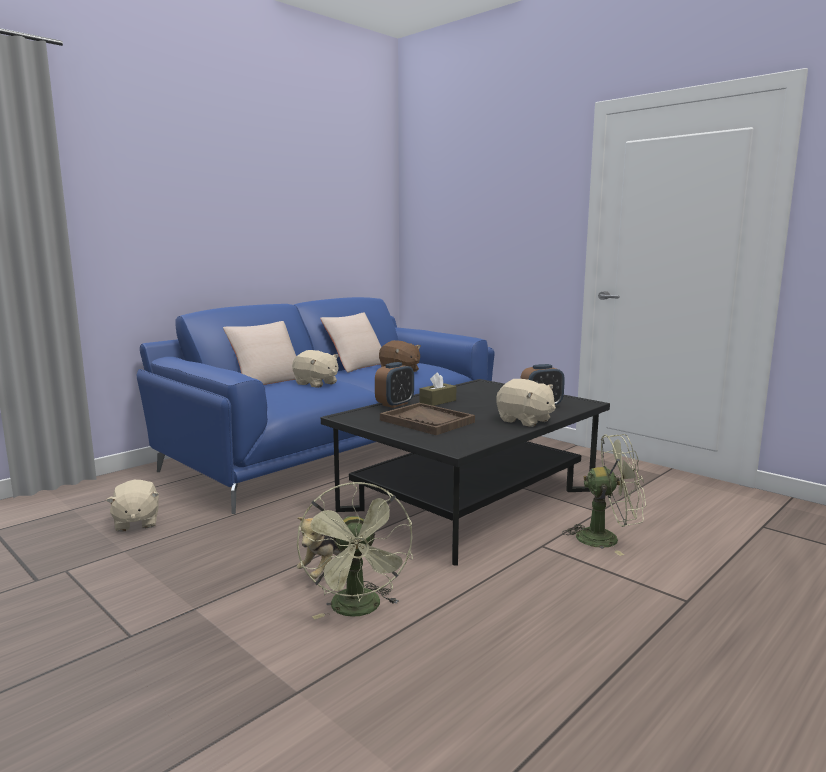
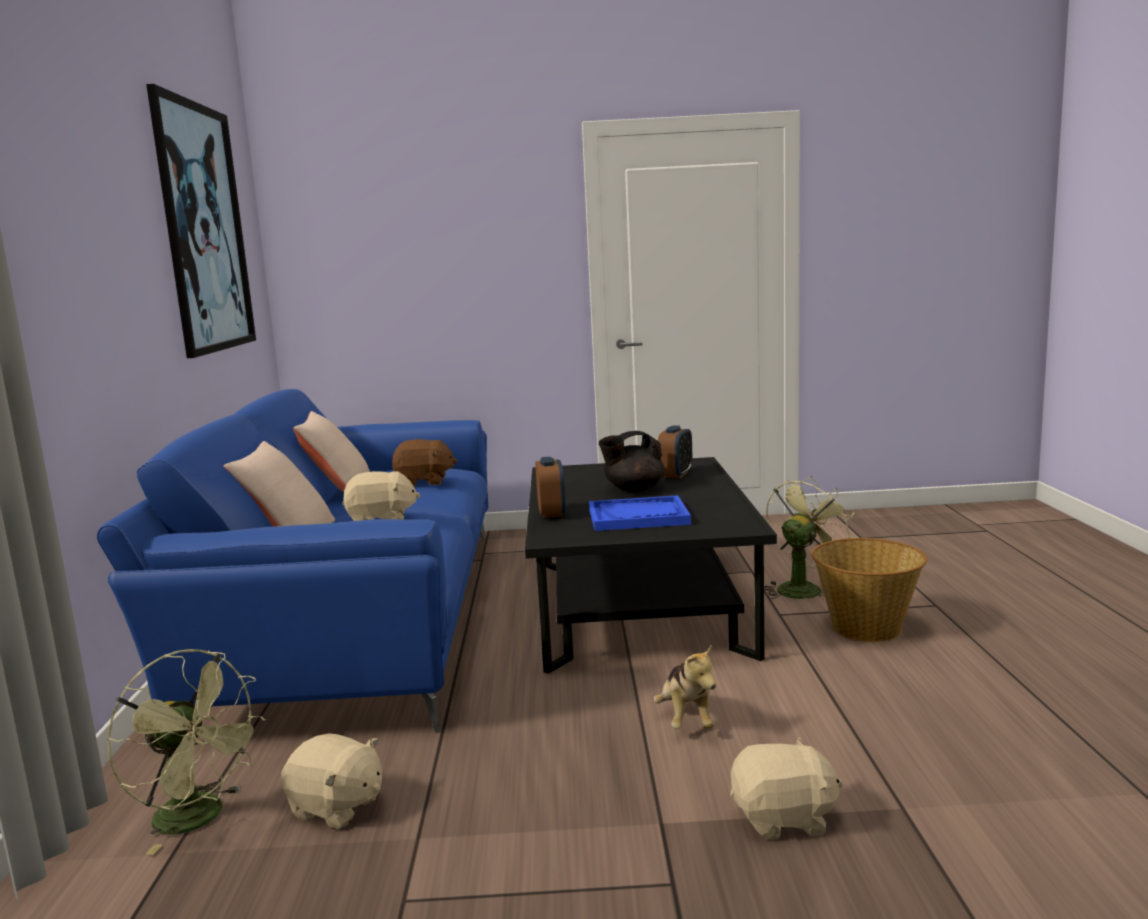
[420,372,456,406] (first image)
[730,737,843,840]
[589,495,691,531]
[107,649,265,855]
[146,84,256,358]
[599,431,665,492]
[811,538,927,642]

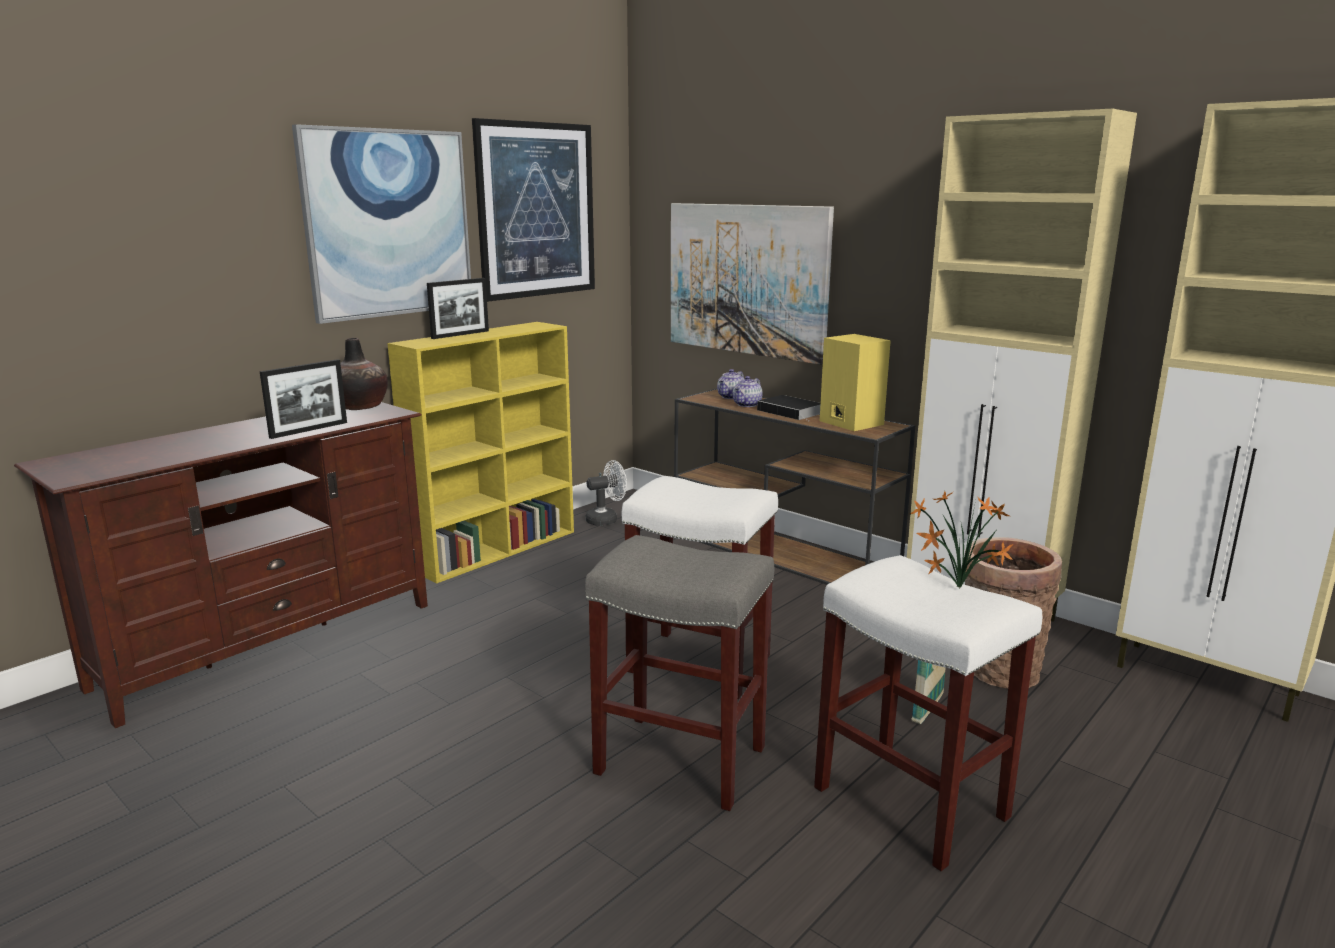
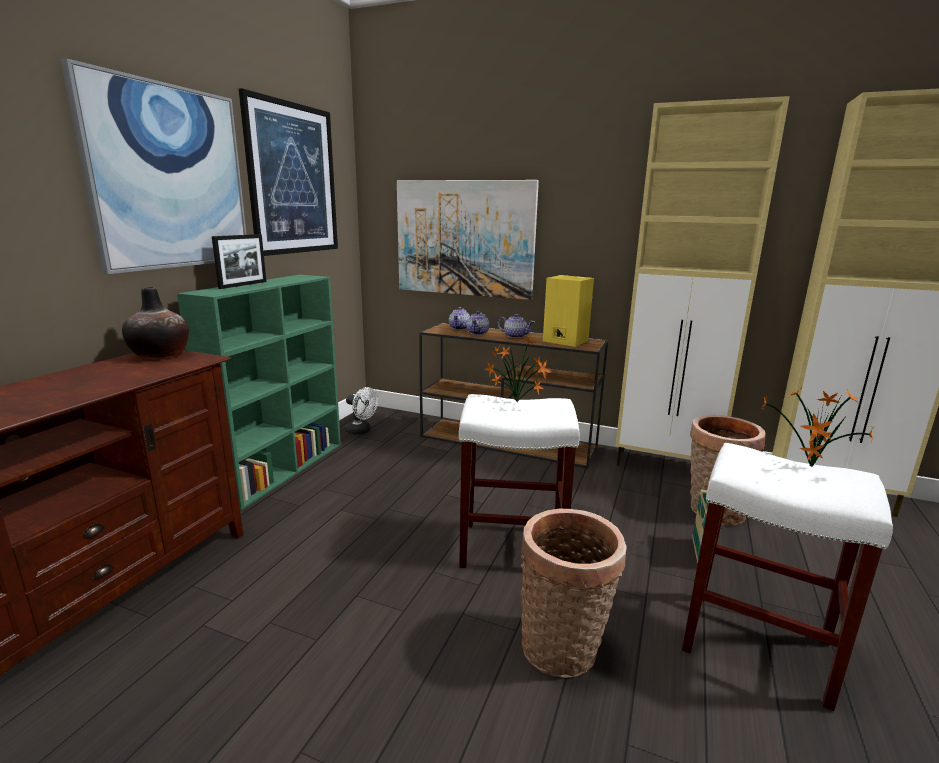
[177,275,341,510]
[260,359,347,439] (first image)
[498,314,534,338]
[345,387,378,435]
[521,509,627,678]
[484,337,551,402]

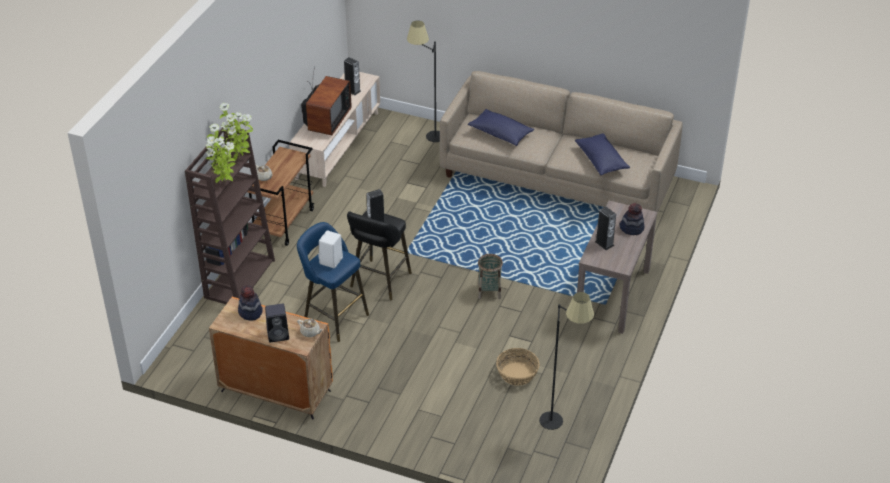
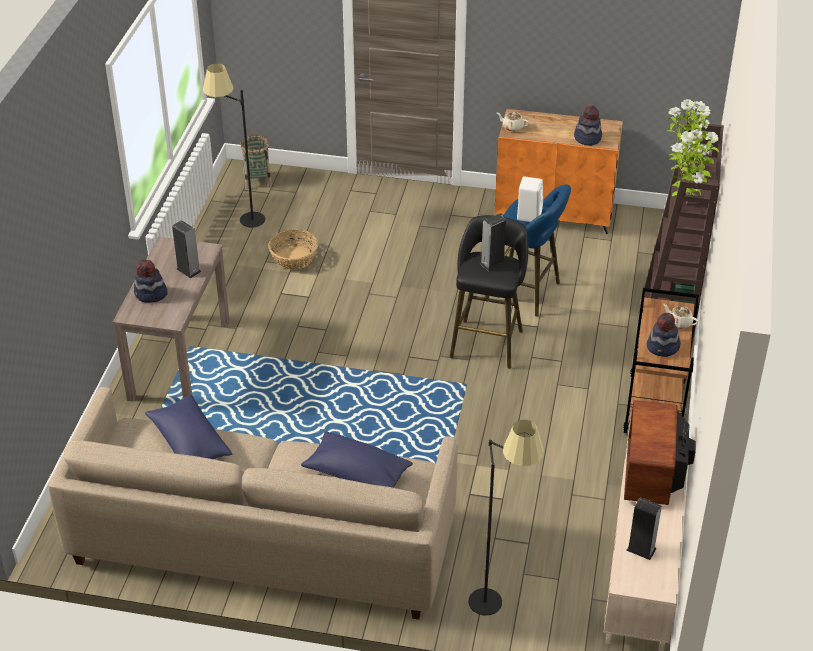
[240,135,272,189]
[265,304,289,342] (first image)
[647,313,681,357]

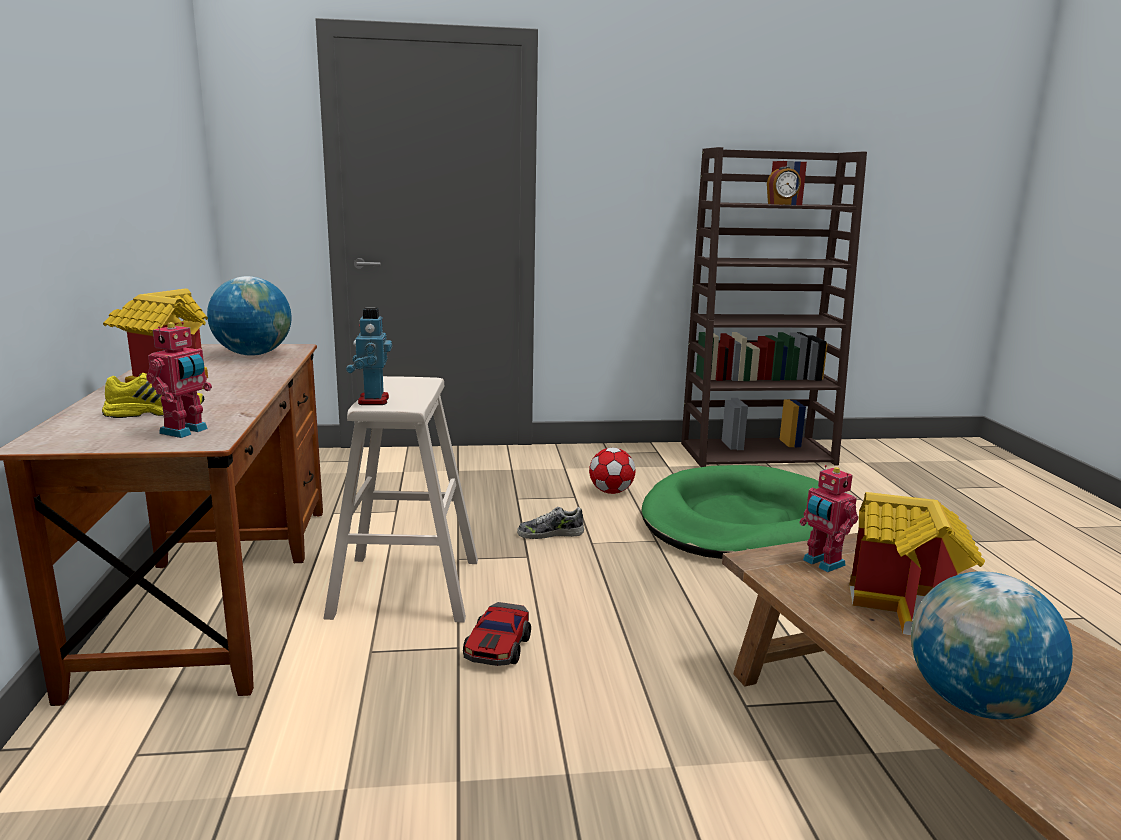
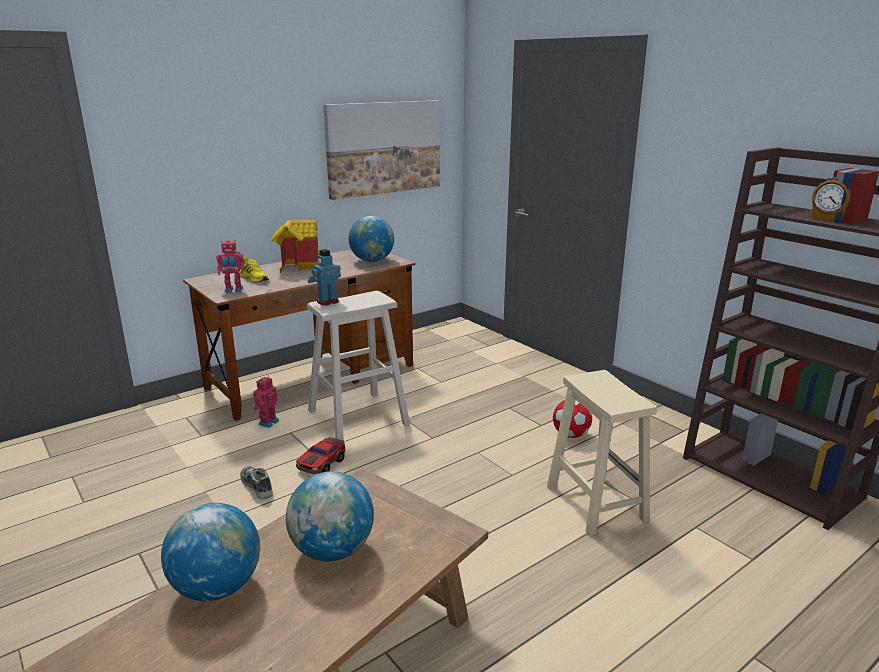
[547,370,657,536]
[253,376,279,428]
[286,471,374,561]
[240,467,273,499]
[296,437,345,474]
[323,100,440,200]

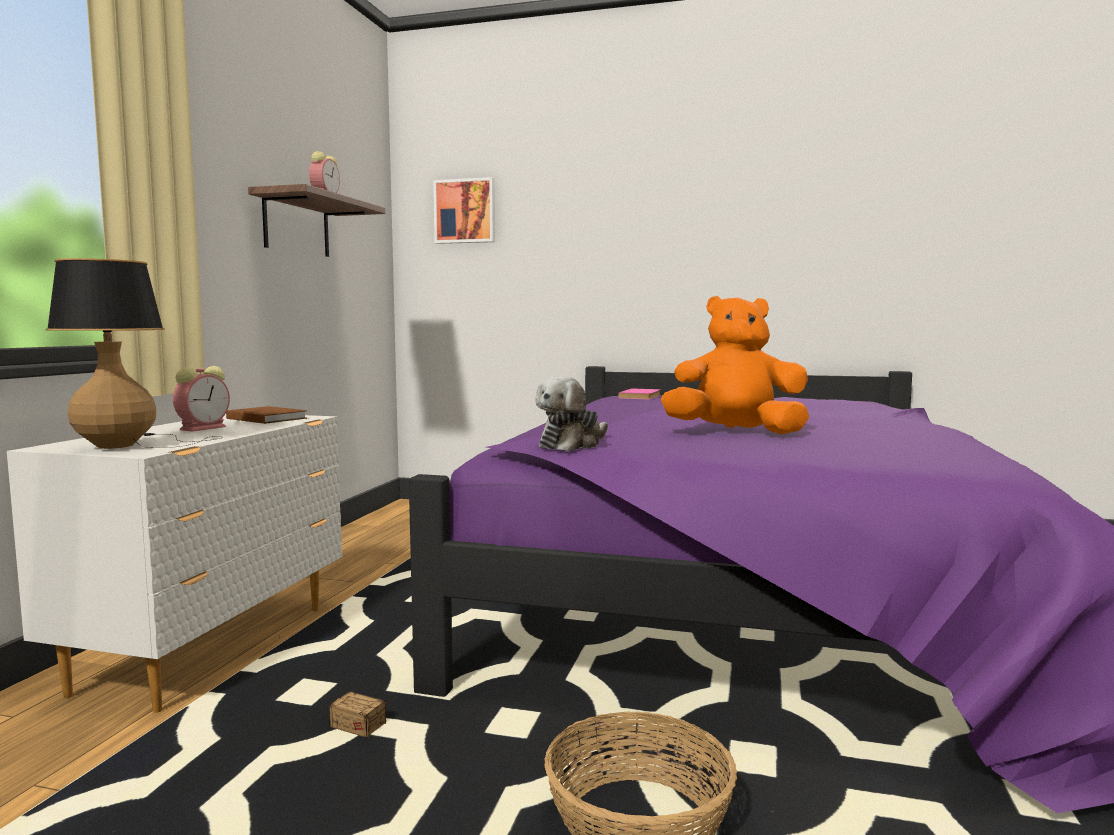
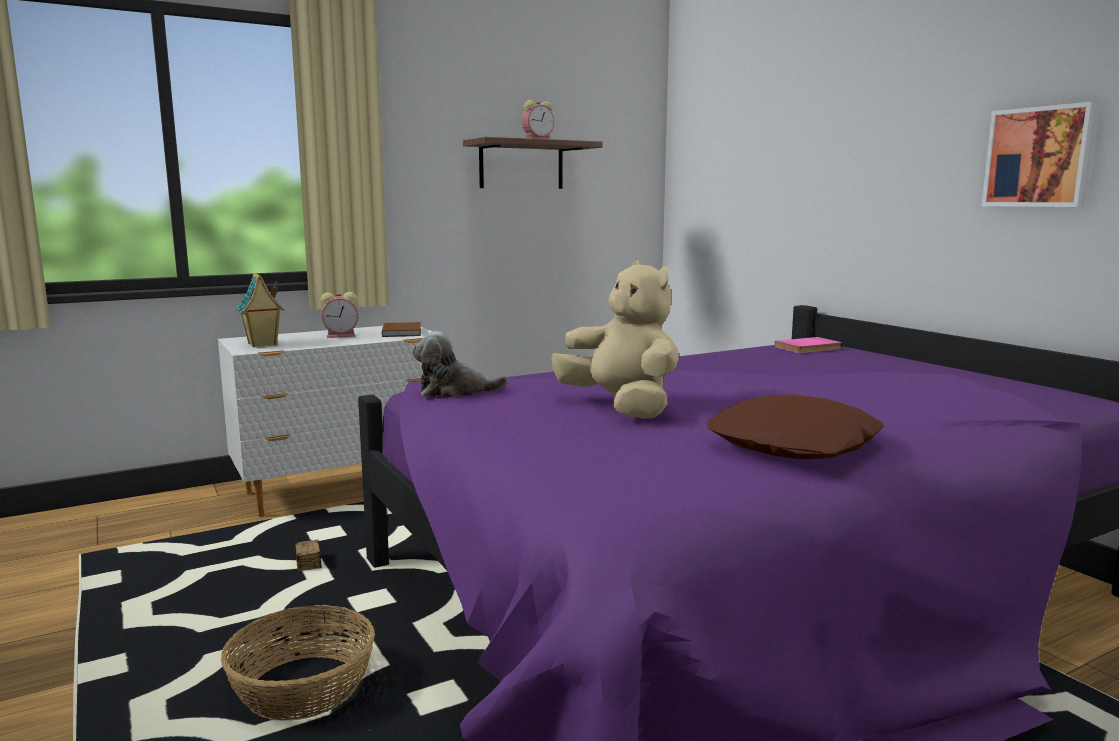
[981,102,1098,207]
[236,273,284,347]
[551,260,679,418]
[707,394,884,459]

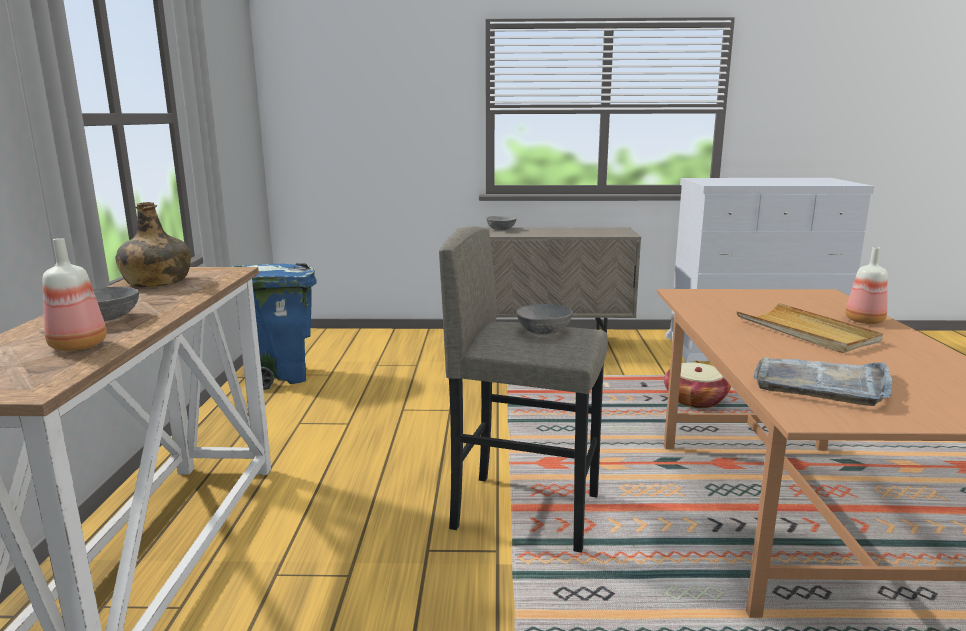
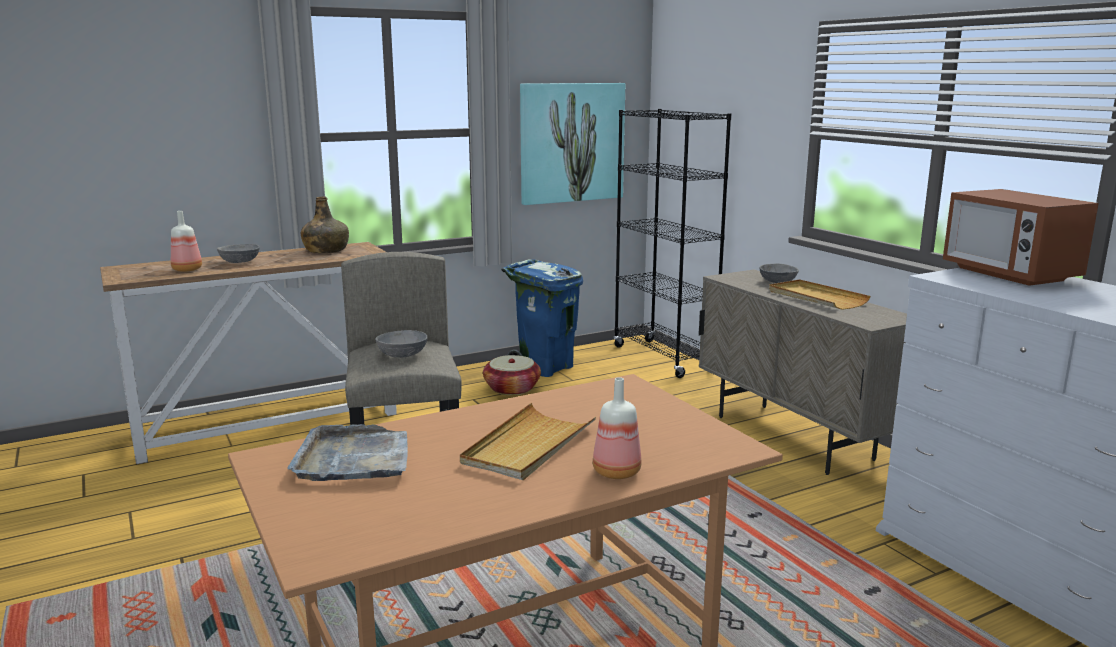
[483,355,541,395]
[520,83,625,205]
[613,109,731,378]
[943,189,1099,286]
[769,279,871,310]

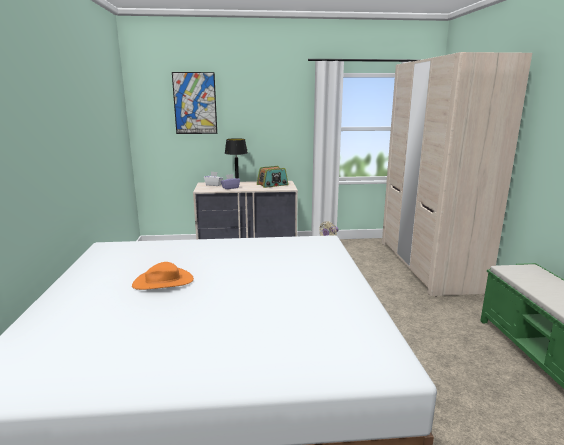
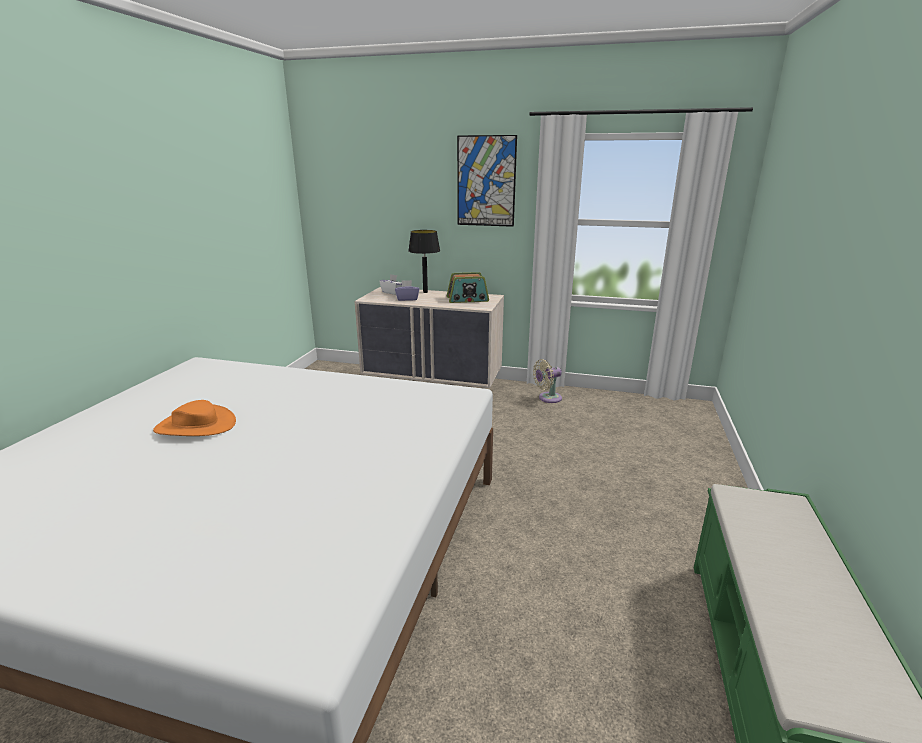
[382,52,532,297] (first image)
[457,135,517,227]

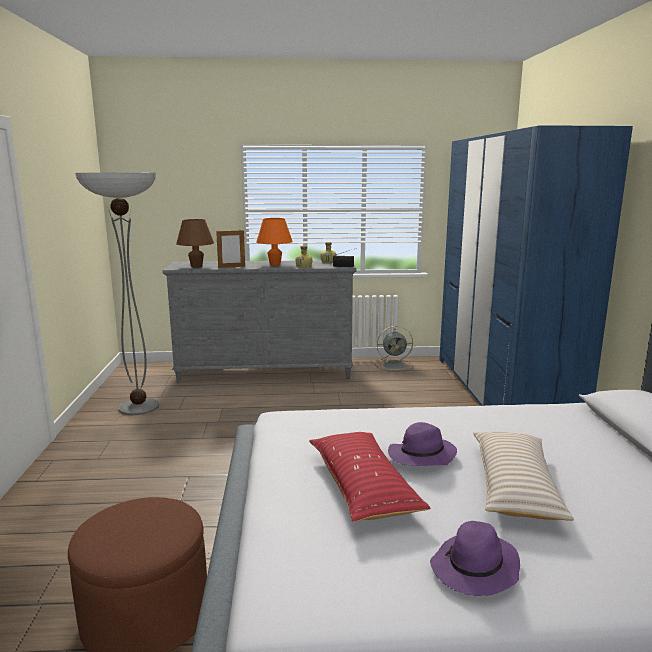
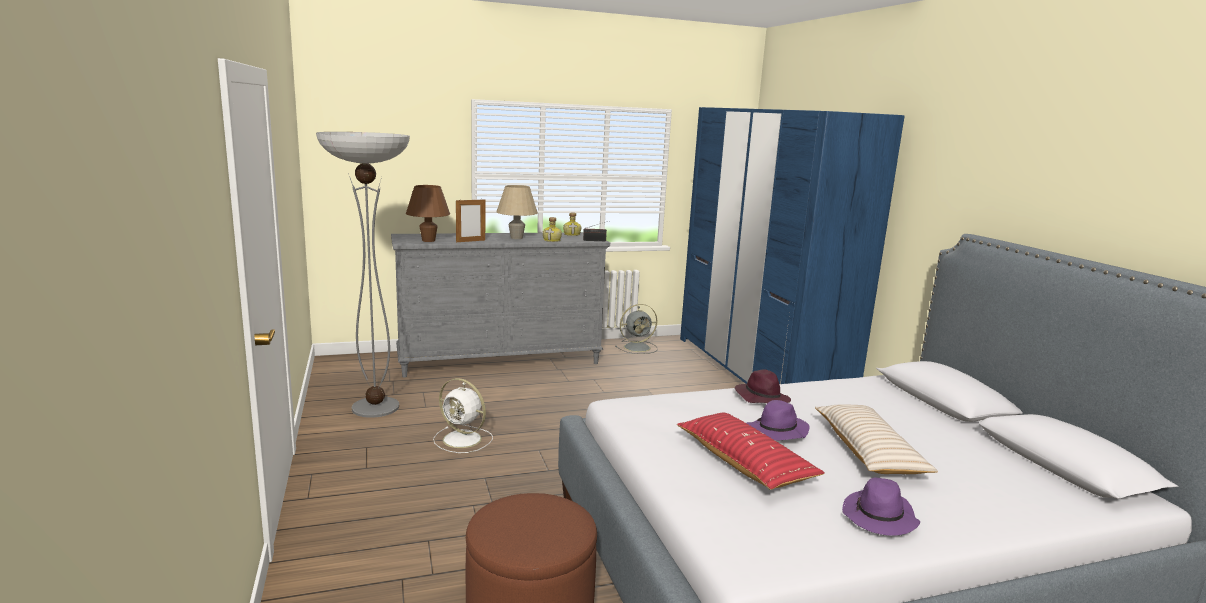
[496,185,538,239]
[735,369,791,403]
[433,378,493,453]

